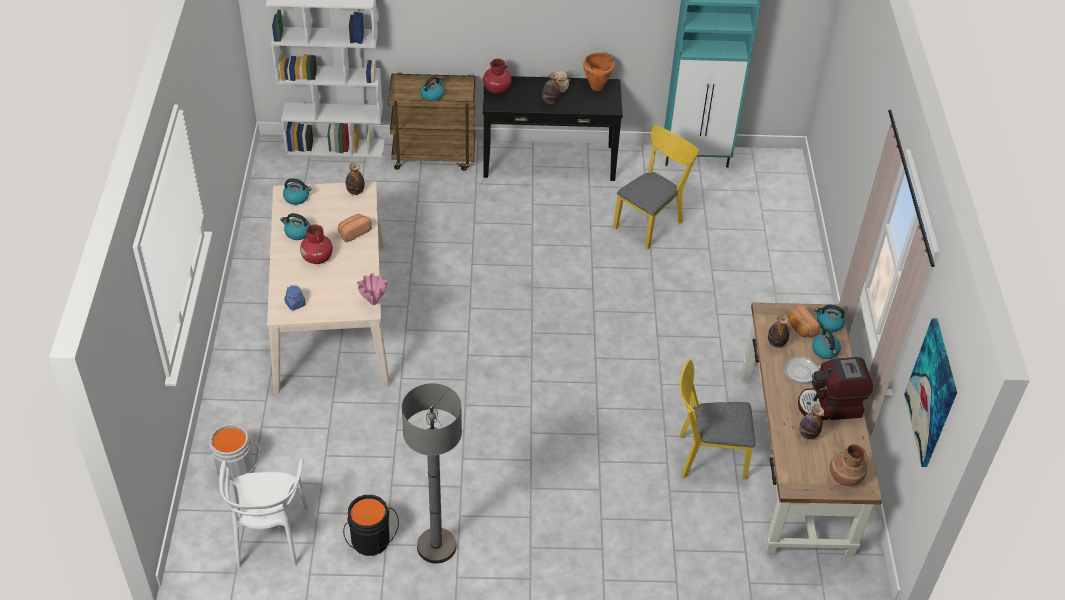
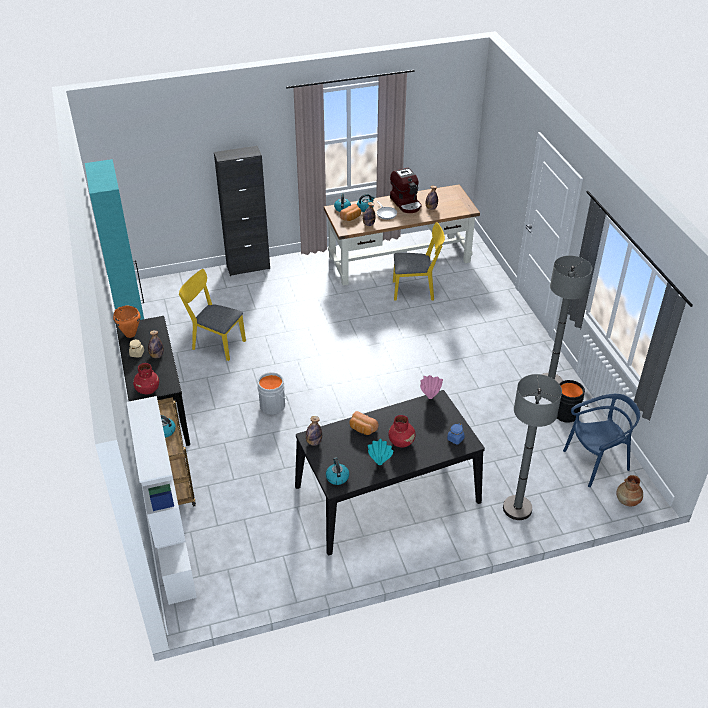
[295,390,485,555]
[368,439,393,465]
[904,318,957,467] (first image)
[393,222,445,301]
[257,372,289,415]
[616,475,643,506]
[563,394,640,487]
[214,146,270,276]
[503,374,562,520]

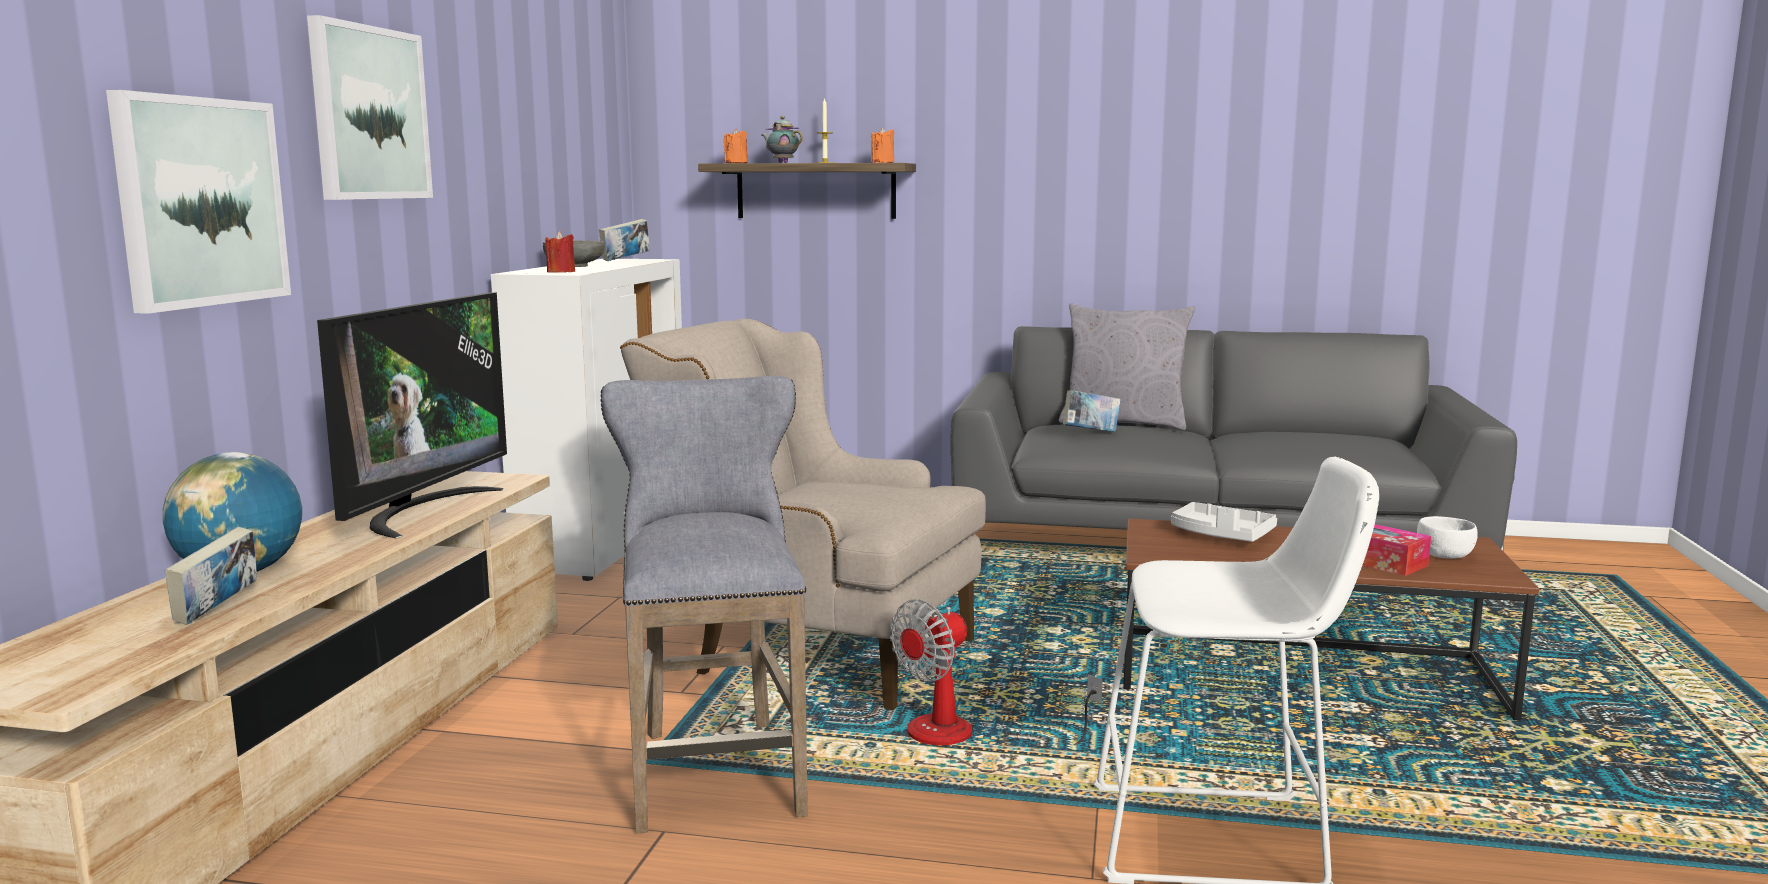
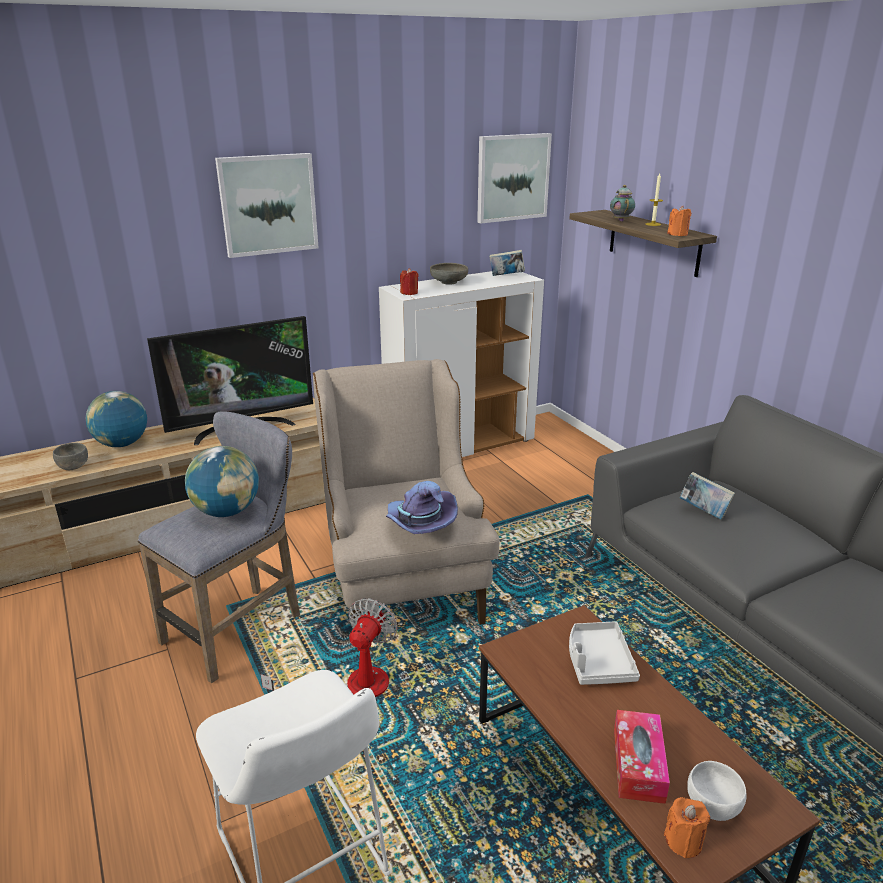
[477,133,552,223]
[664,797,710,858]
[1059,303,1195,430] (first image)
[53,443,88,470]
[261,598,398,697]
[185,446,259,517]
[386,481,458,534]

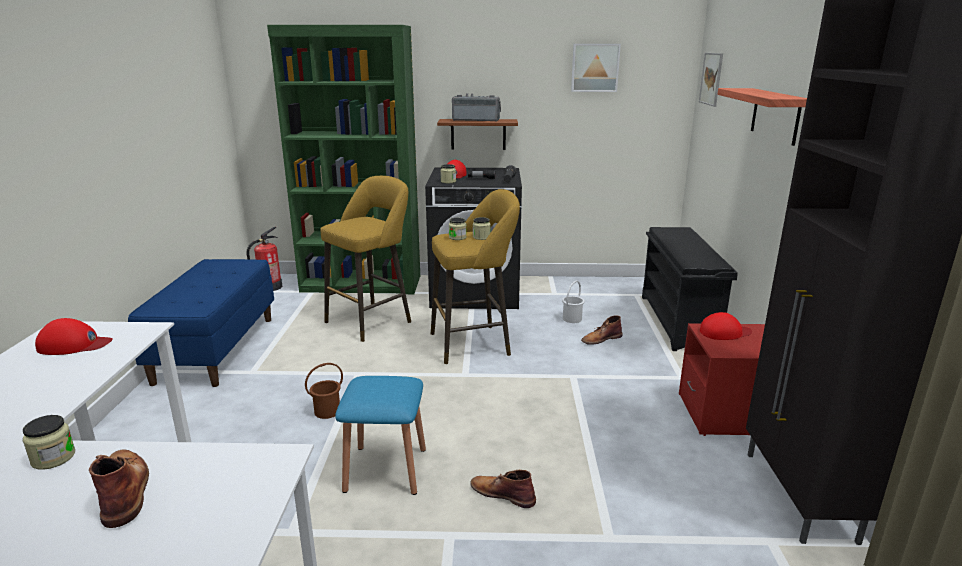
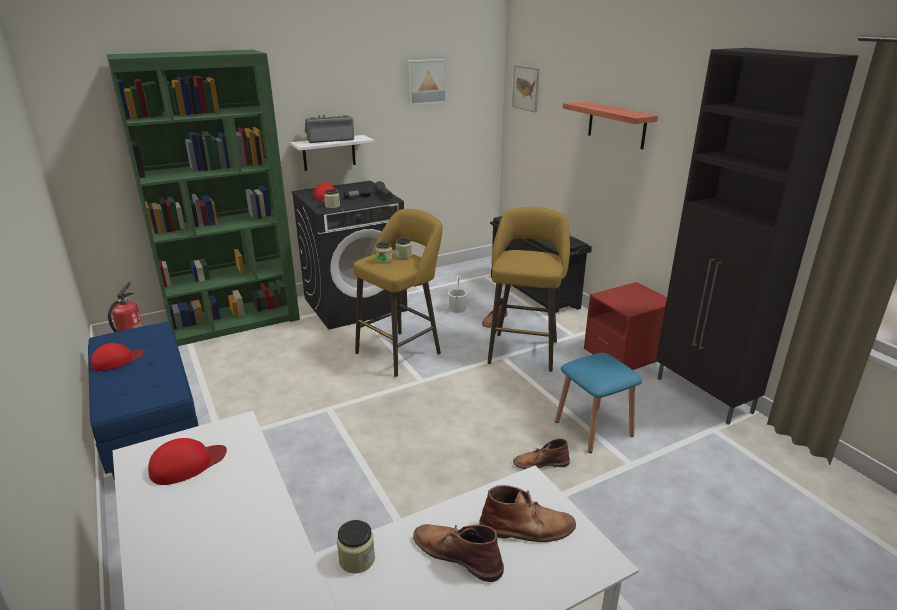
[291,135,374,171]
[487,207,570,372]
[91,343,144,371]
[305,363,343,419] (first image)
[555,353,642,453]
[479,485,576,542]

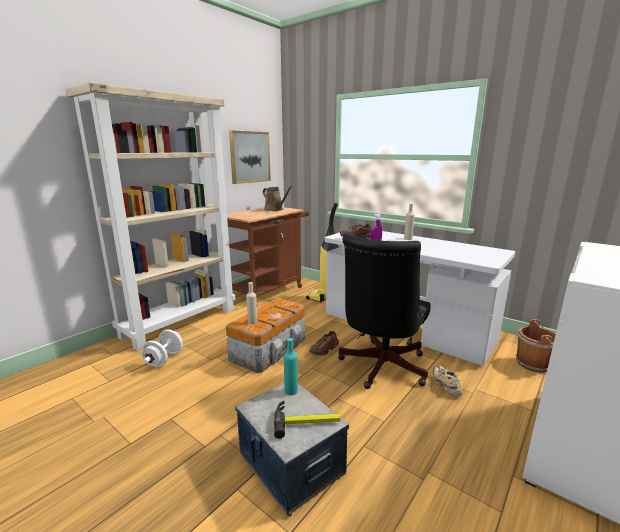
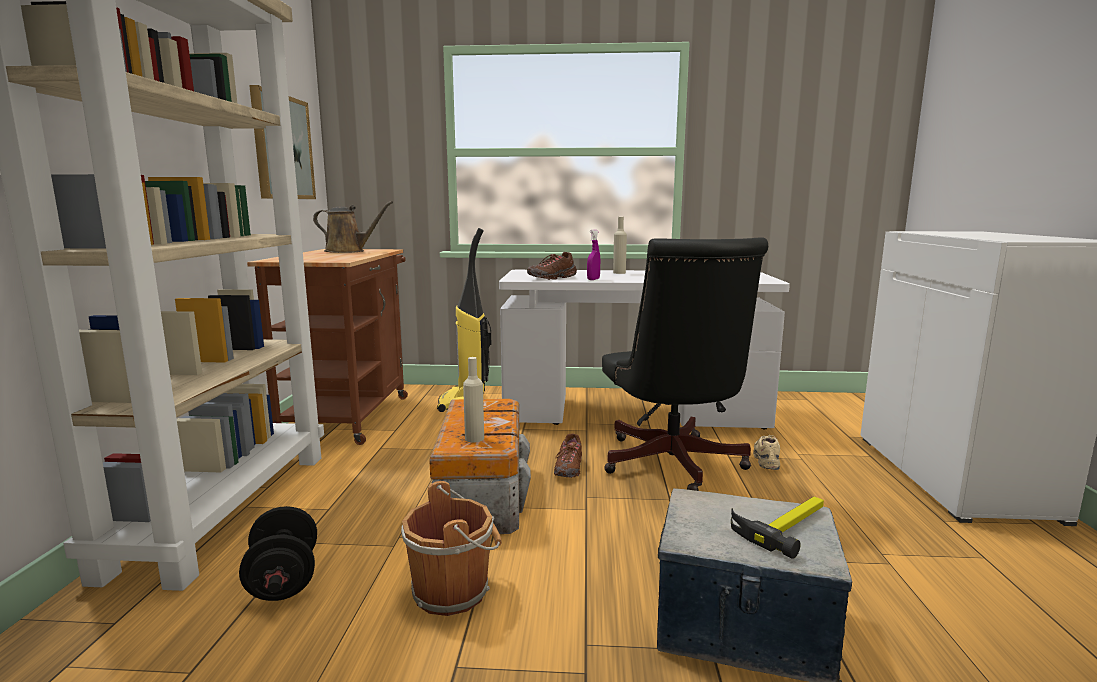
[401,481,502,616]
[239,506,317,601]
[284,338,298,395] (first image)
[753,435,780,470]

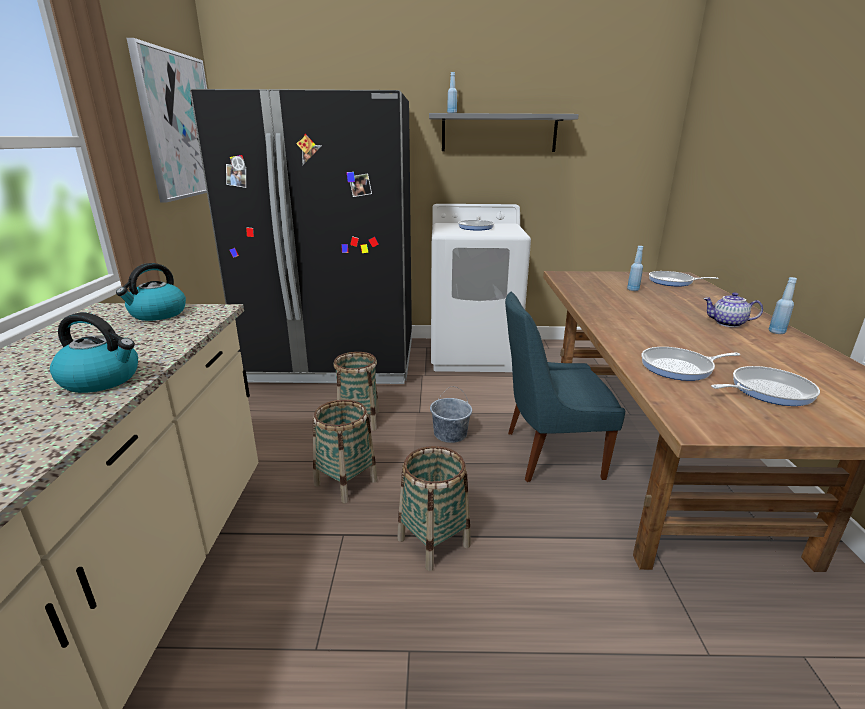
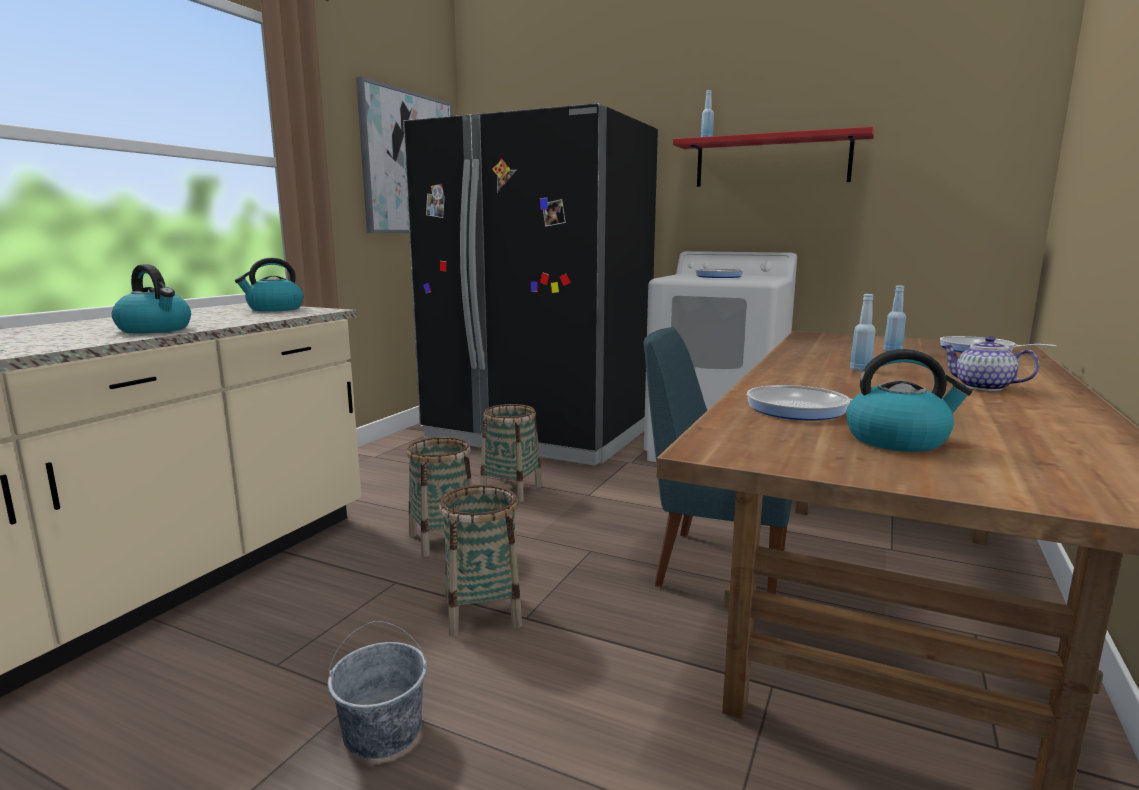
[673,127,874,187]
[850,294,876,372]
[846,349,972,452]
[327,621,427,759]

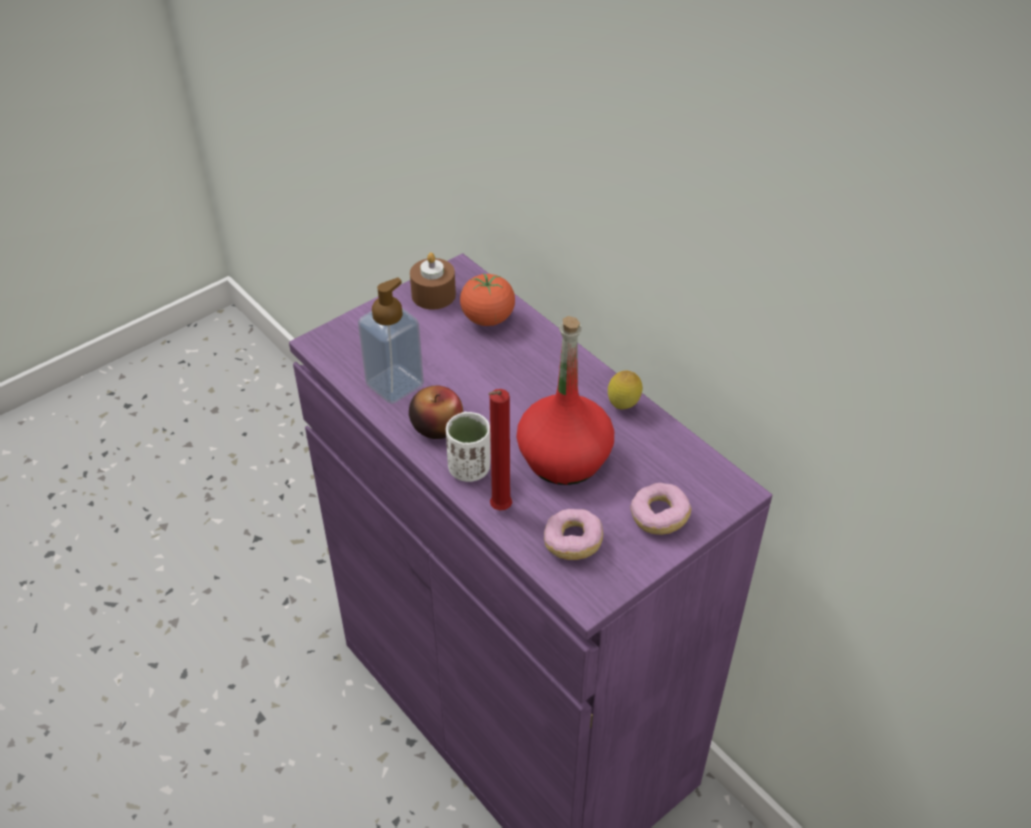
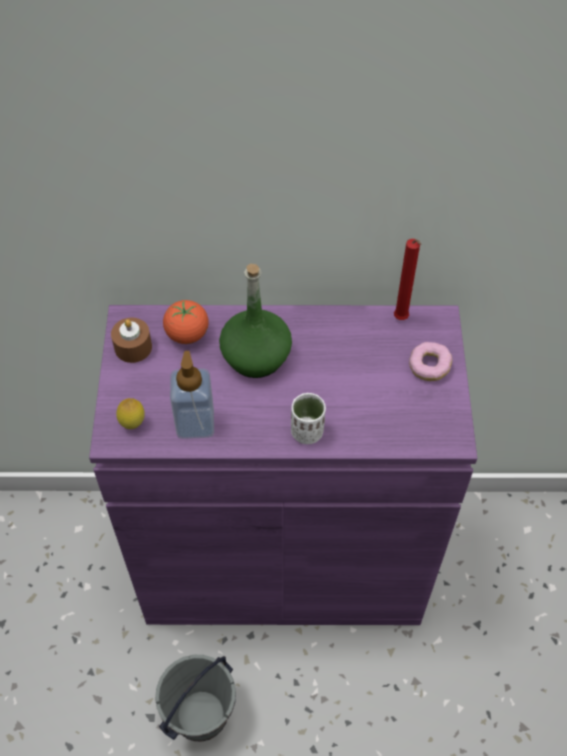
[517,316,614,485] (first image)
[116,398,145,429]
[409,386,463,439] (first image)
[394,239,421,320]
[544,509,603,560] (first image)
[219,264,292,378]
[155,655,236,741]

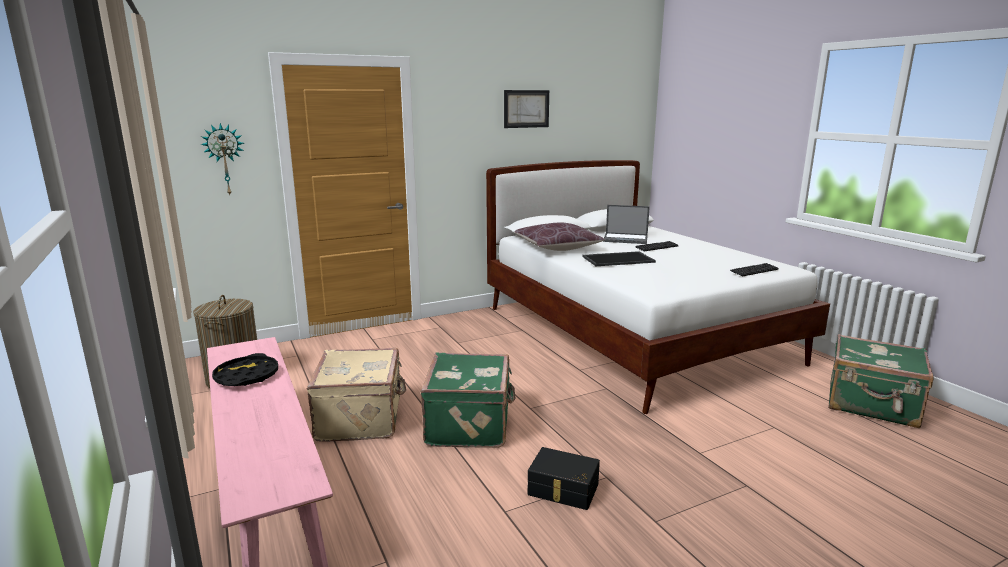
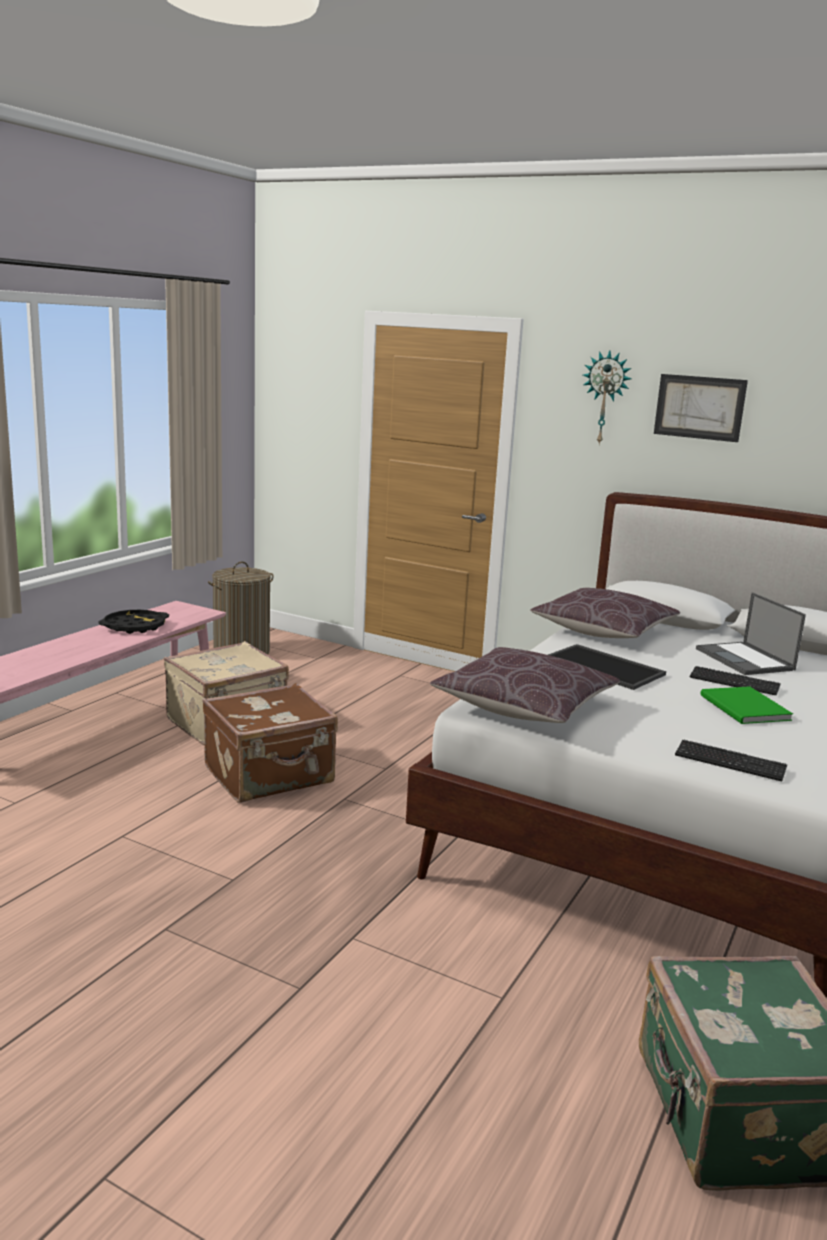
[583,350,632,445]
[202,683,338,803]
[528,447,600,510] (first image)
[430,647,620,723]
[700,686,793,724]

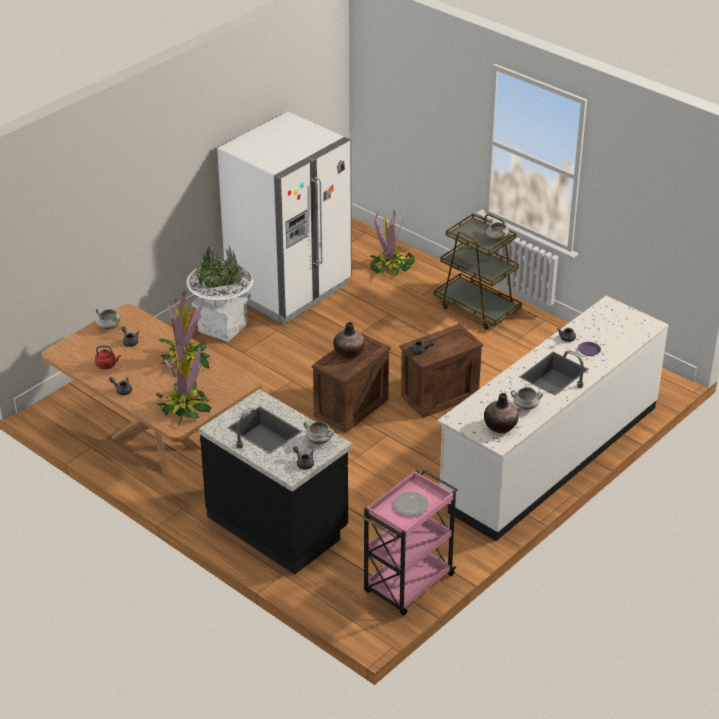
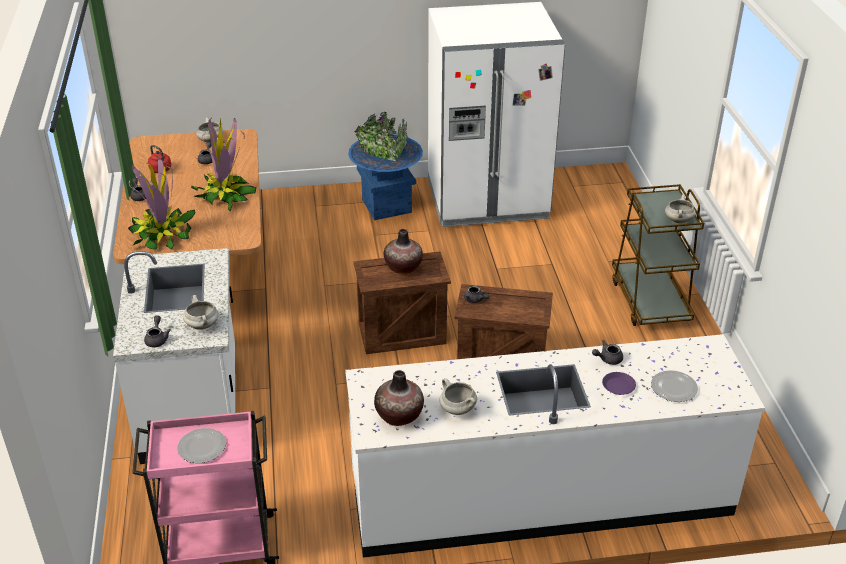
[370,209,415,276] (first image)
[348,112,423,220]
[113,248,235,464]
[651,370,698,402]

